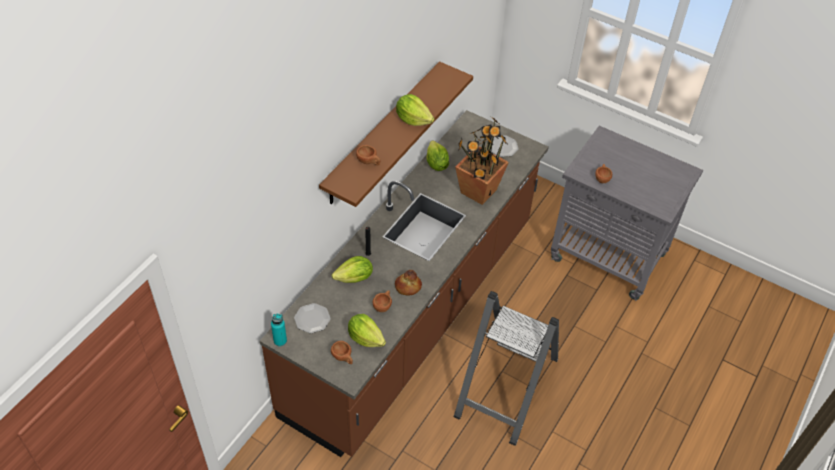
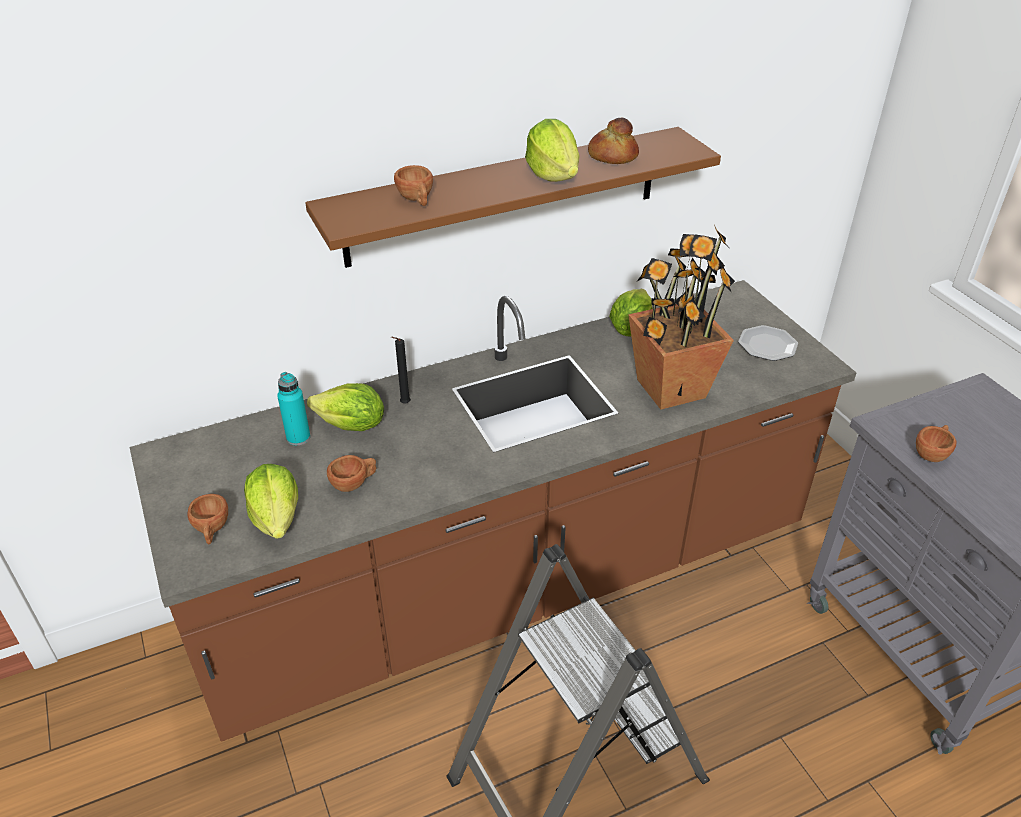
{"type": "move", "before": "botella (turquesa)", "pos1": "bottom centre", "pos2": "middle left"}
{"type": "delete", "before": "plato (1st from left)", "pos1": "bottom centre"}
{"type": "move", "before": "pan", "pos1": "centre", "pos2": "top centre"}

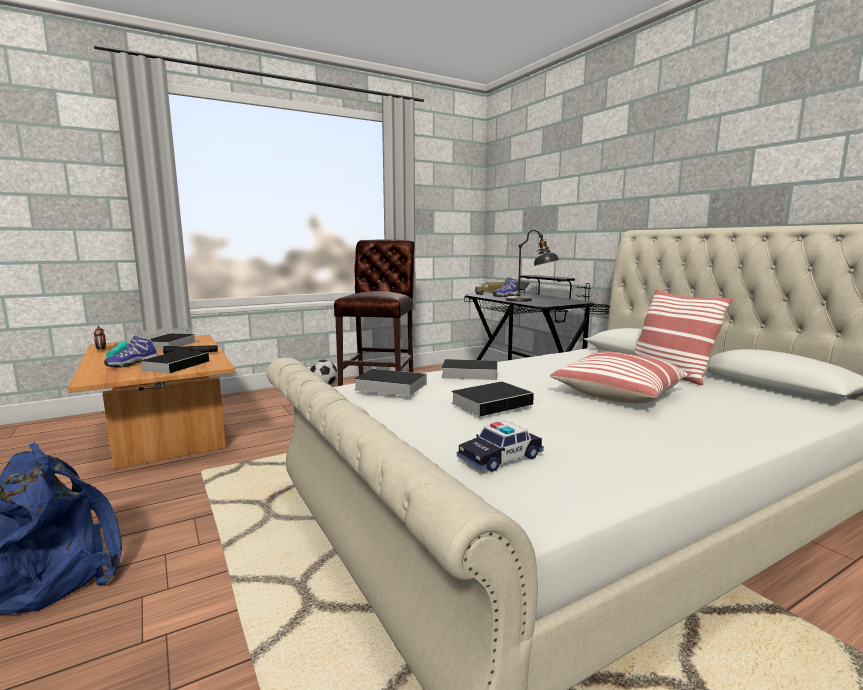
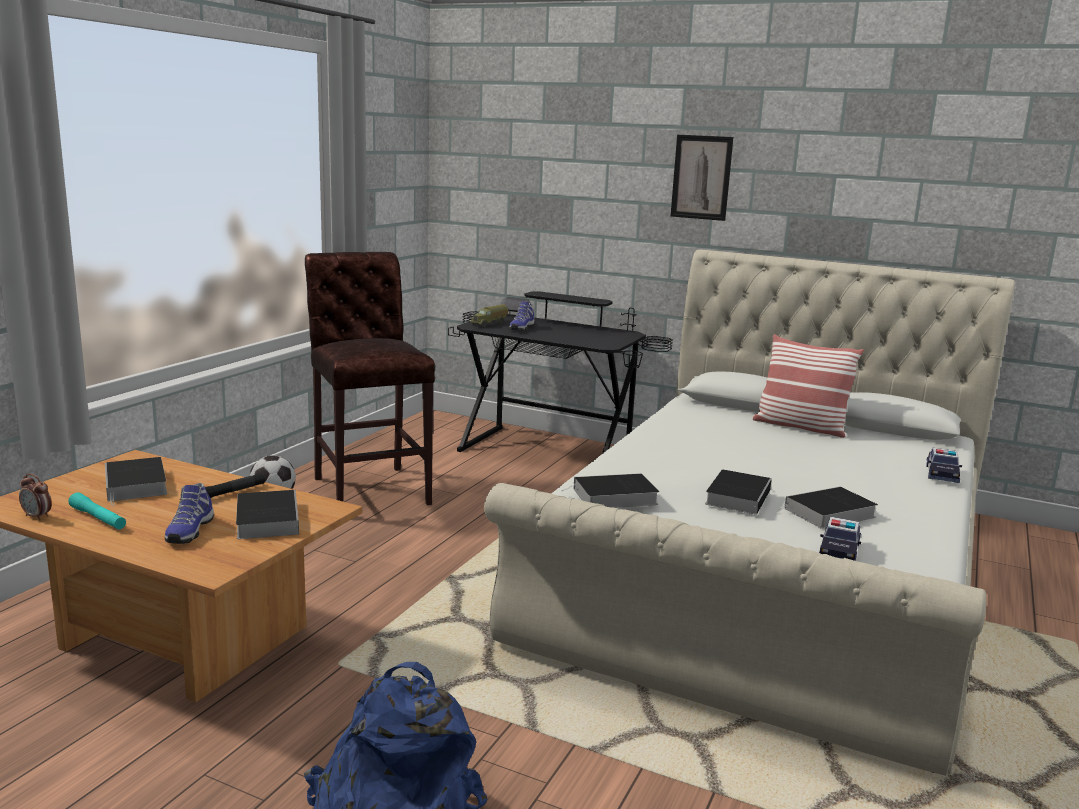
{"type": "move", "before": "libro (4th from left in the first image)", "after": "libro (5th from left)", "pos1": "centre", "pos2": "middle right"}
{"type": "delete", "before": "lámpara de mesa (gris)", "pos1": "centre"}
{"type": "delete", "before": "cojín (1st from left)", "pos1": "middle right"}
{"type": "insert", "after": "cuadro", "pos2": "top centre"}
{"type": "insert", "after": "coche de juguete (2nd from left)", "pos2": "middle right"}

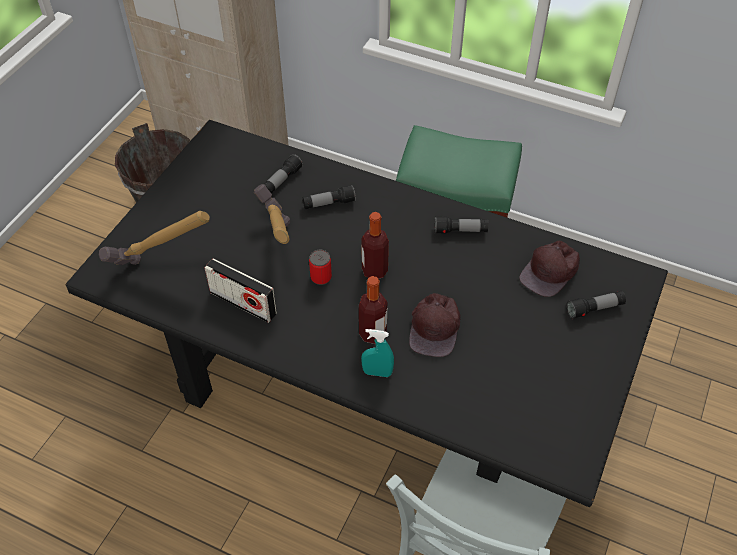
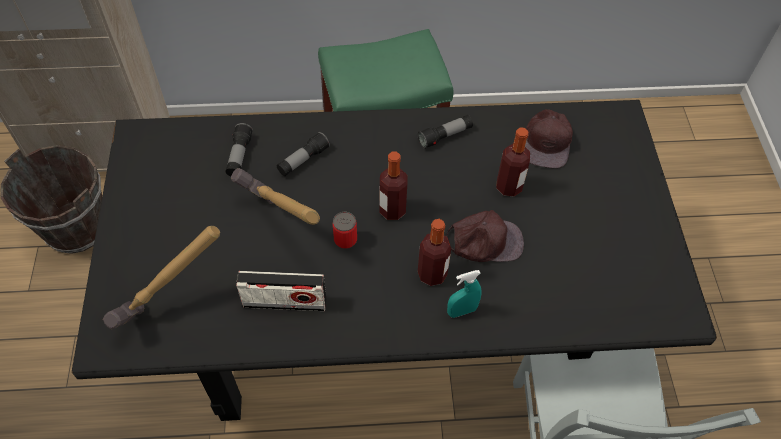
{"type": "rotate", "before": "gorra (marrón) (1st from left)", "pos1": "centre", "pos2": "centre", "turn": -75}
{"type": "delete", "before": "linterna (4th from left)", "pos1": "middle right"}
{"type": "insert", "after": "botella (3rd from left)", "pos2": "centre"}

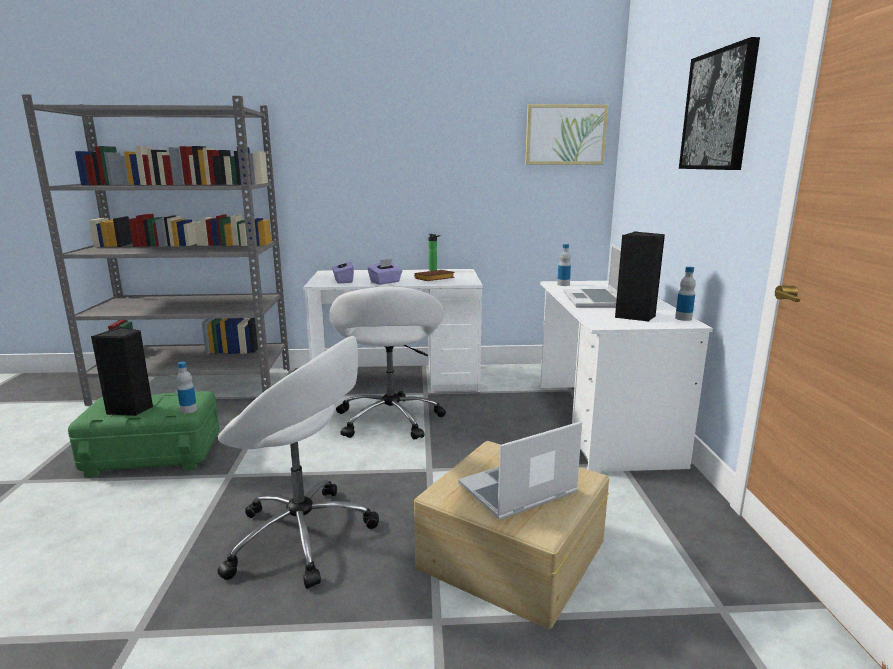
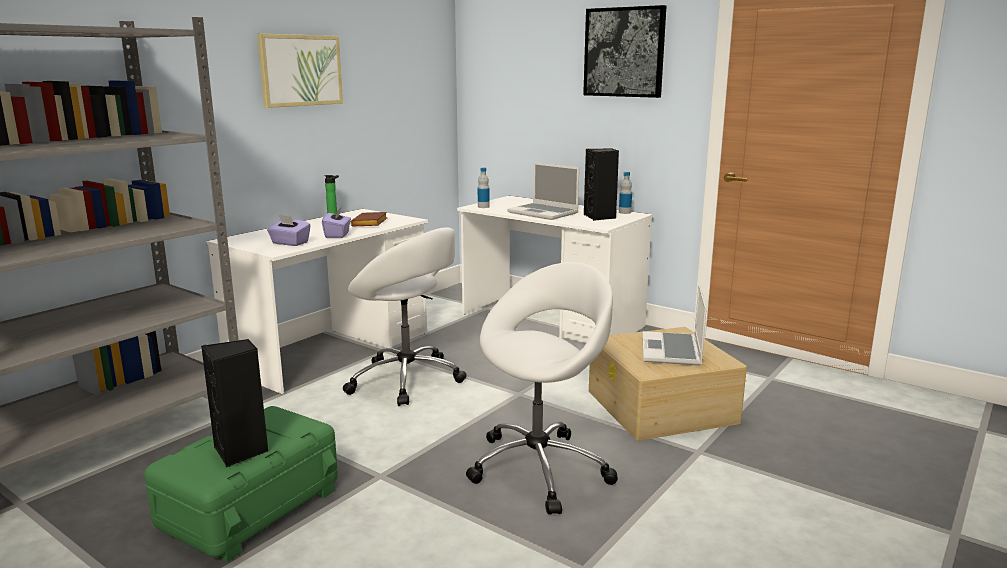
{"type": "delete", "before": "botella (1st from left)", "pos1": "middle left"}
{"type": "move", "before": "cuadro (1st from left)", "pos1": "top centre", "pos2": "top left"}

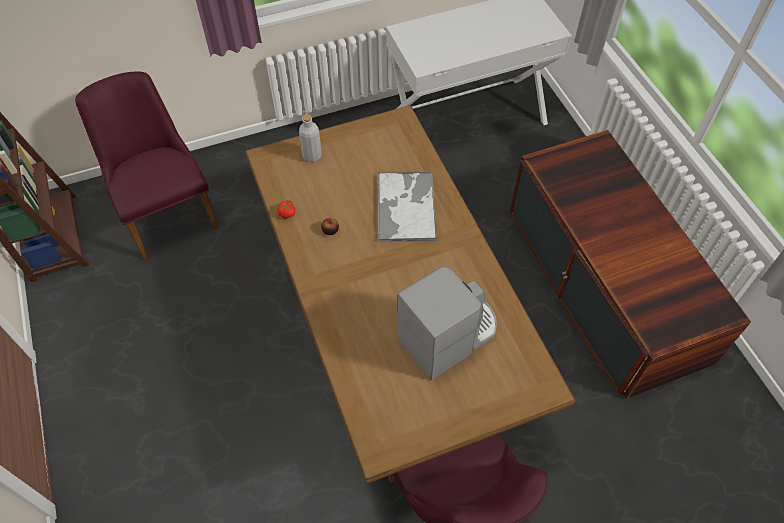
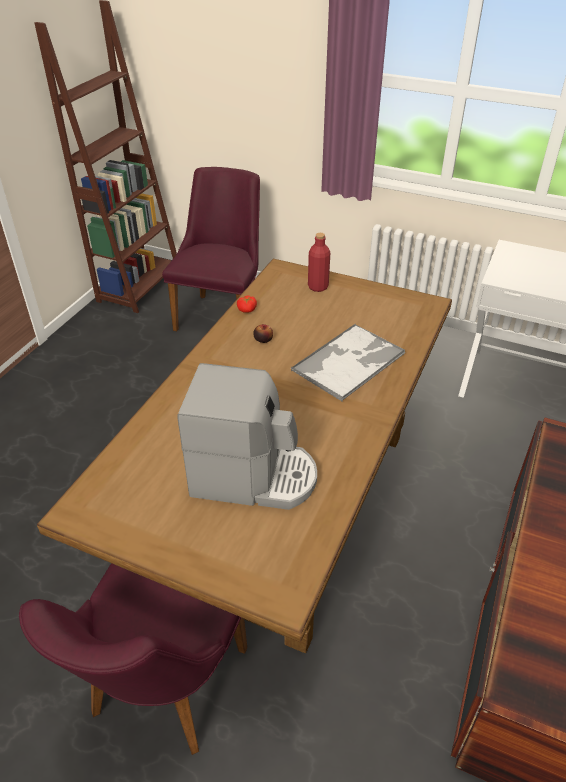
{"type": "recolor", "before": "botella (gris)", "after": "botella (rojo)", "pos1": "top centre", "pos2": "centre"}

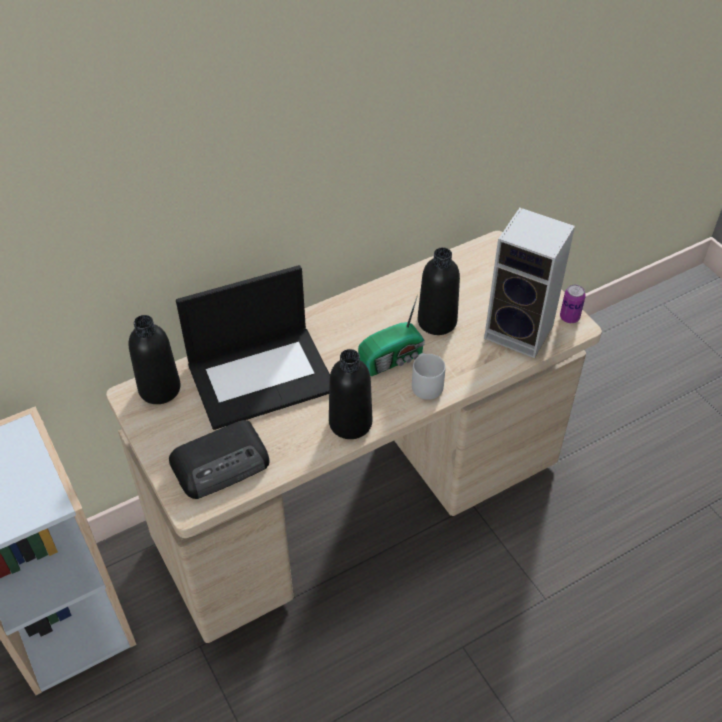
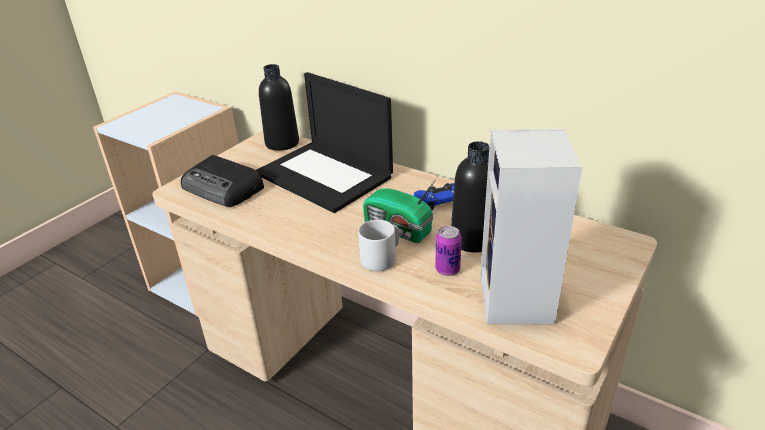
{"type": "delete", "before": "botella (negro) (2nd from left)", "pos1": "centre"}
{"type": "move", "before": "lata", "pos1": "middle right", "pos2": "centre"}
{"type": "insert", "after": "mando de consola (azul)", "pos2": "centre"}

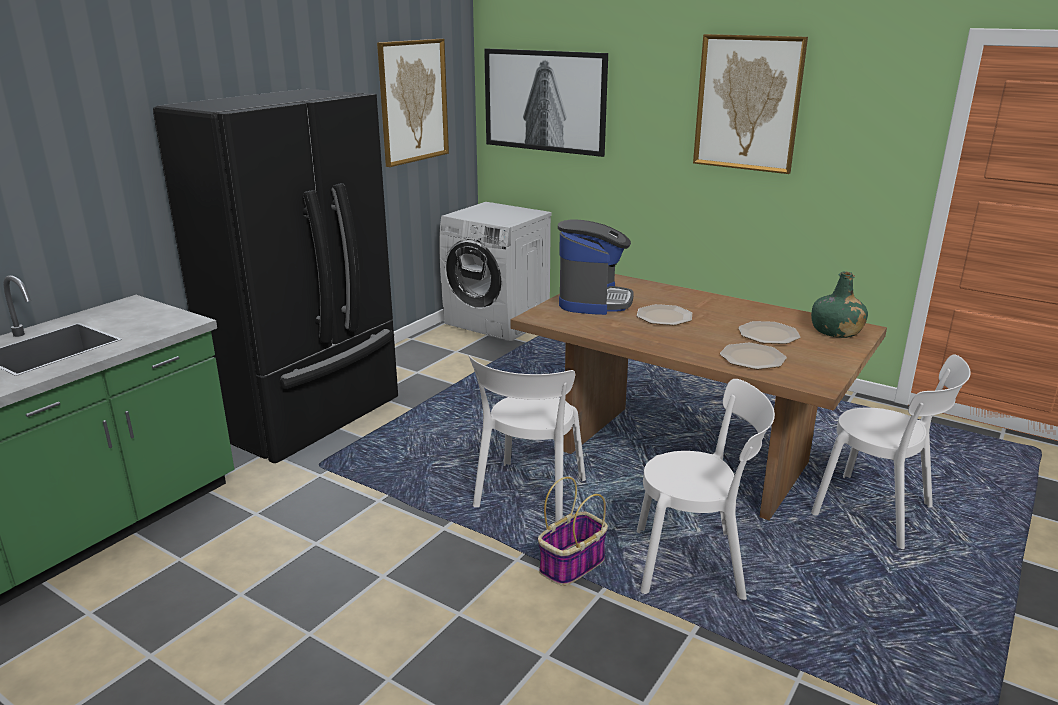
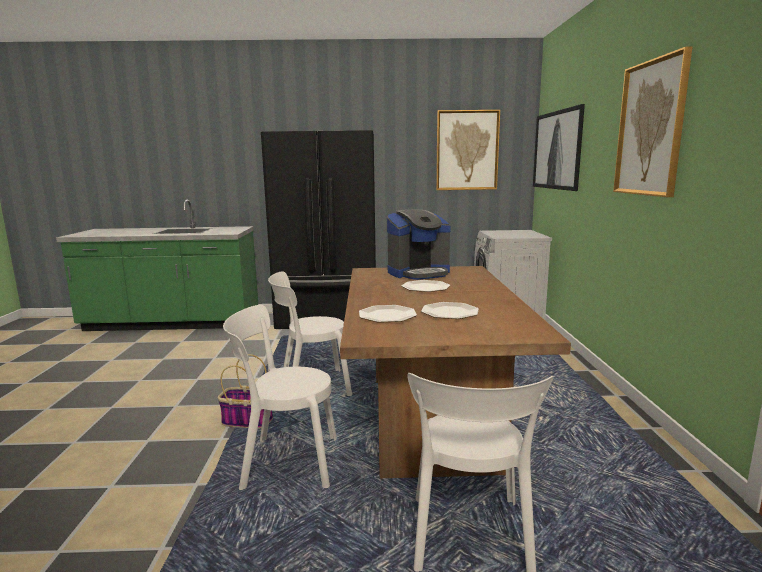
{"type": "rotate", "before": "silla (blanco) (2nd from left in the first image)", "pos1": "bottom right", "pos2": "bottom centre", "turn": 120}
{"type": "delete", "before": "botella (verde)", "pos1": "middle right"}

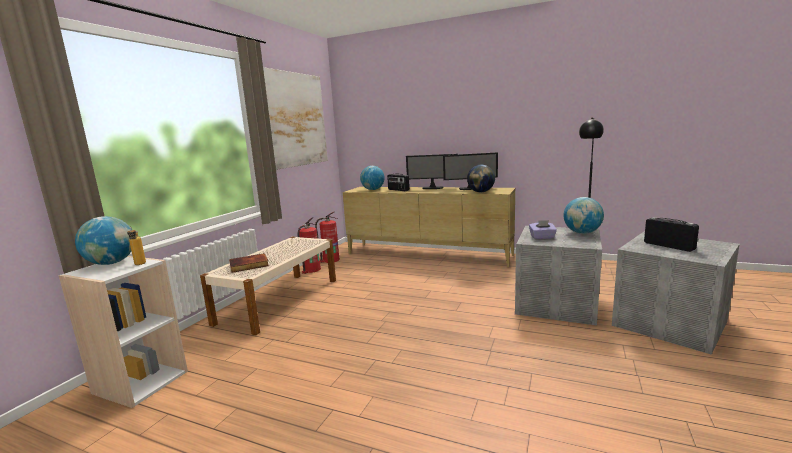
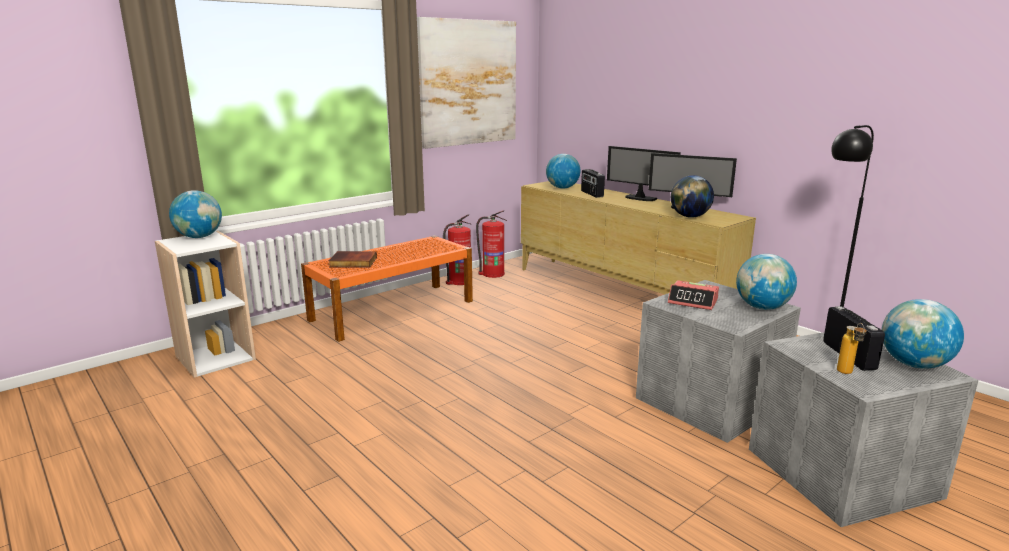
{"type": "move", "before": "botella", "pos1": "middle left", "pos2": "middle right"}
{"type": "recolor", "before": "banco (beis)", "after": "banco (naranja)", "pos1": "centre", "pos2": "centre"}
{"type": "replace", "before": "caja de pañuelos (morado)", "after": "despertador", "pos1": "middle right", "pos2": "middle right"}
{"type": "insert", "after": "globo terráqueo (5th from left)", "pos2": "middle right"}

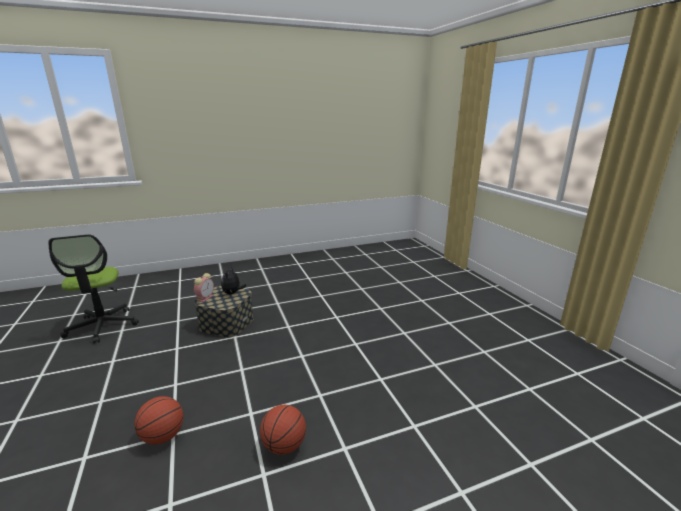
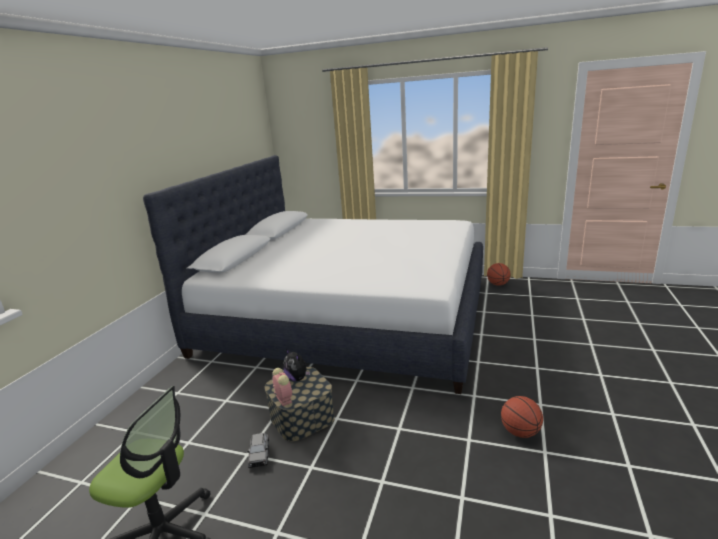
{"type": "move", "before": "balón de baloncesto (1st from left)", "pos1": "bottom left", "pos2": "middle right"}
{"type": "insert", "after": "cama (blanco)", "pos2": "centre"}
{"type": "insert", "after": "coche de juguete (gris)", "pos2": "bottom centre"}

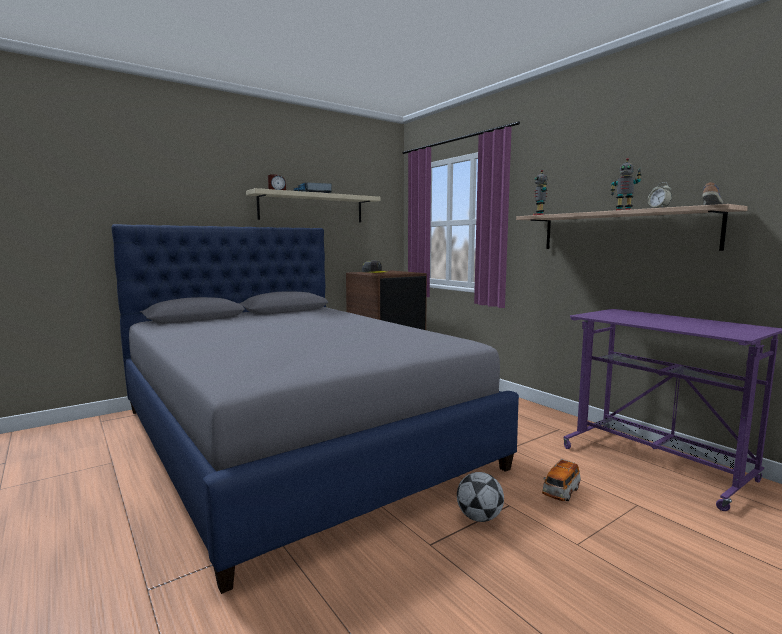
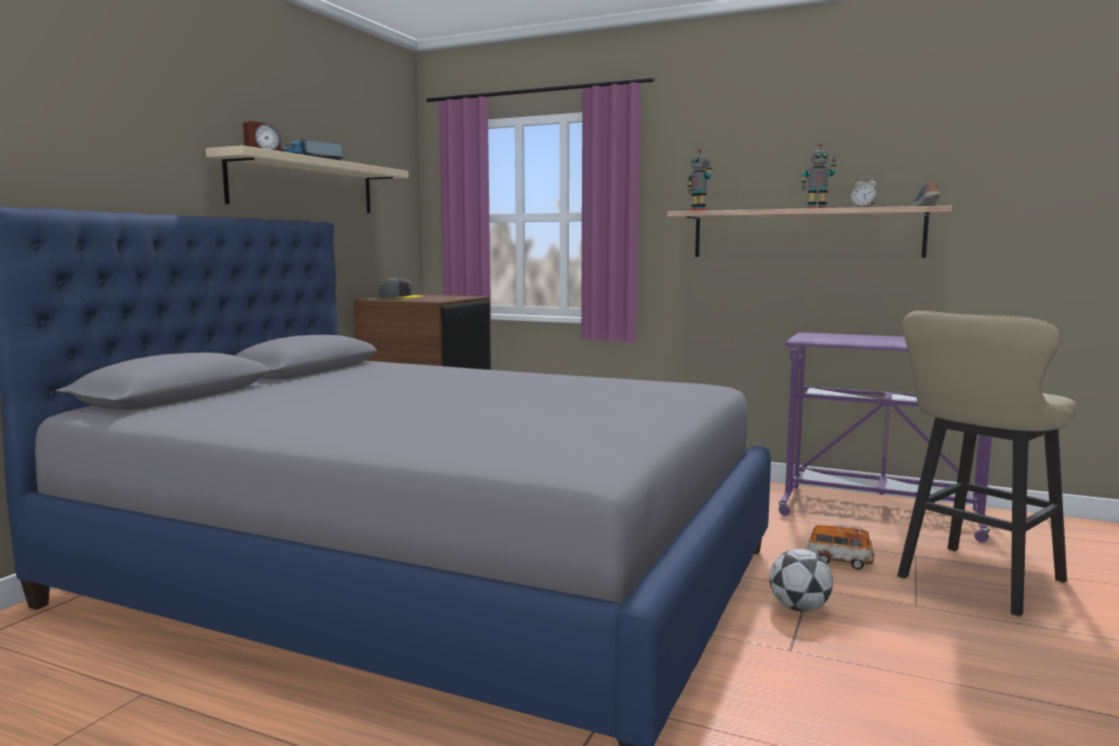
{"type": "rotate", "before": "coche de juguete", "pos1": "bottom right", "pos2": "bottom right", "turn": 105}
{"type": "insert", "after": "taburete (beis)", "pos2": "middle right"}

